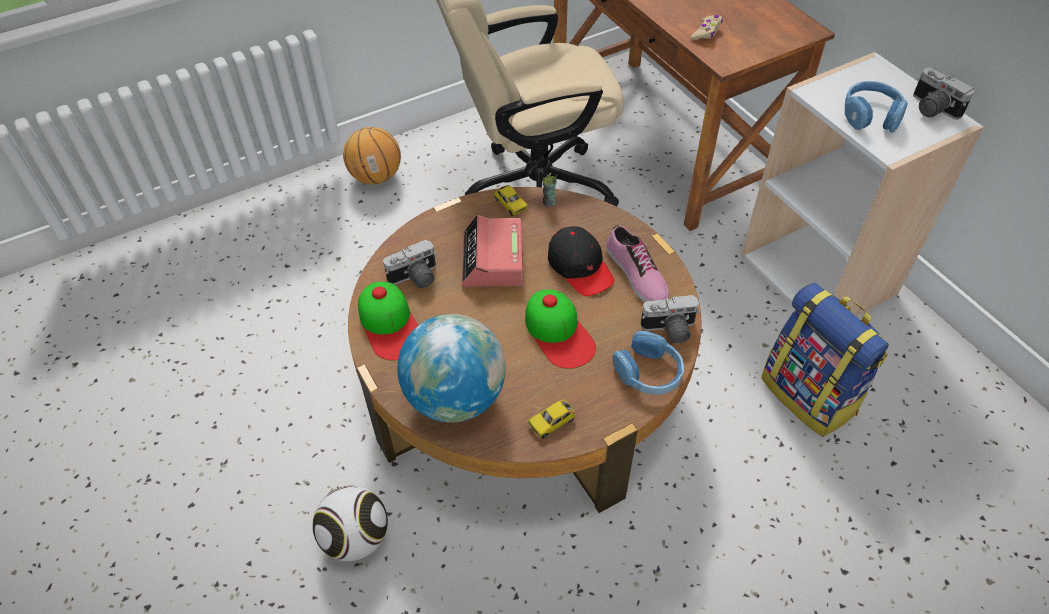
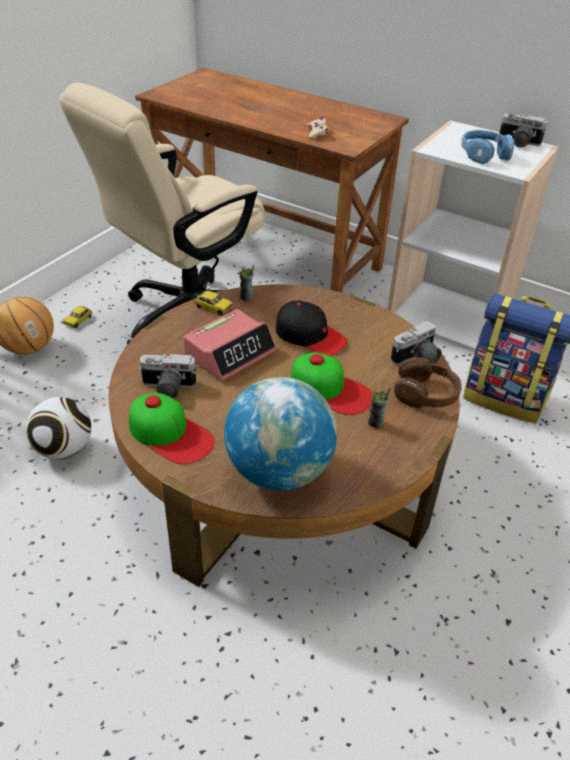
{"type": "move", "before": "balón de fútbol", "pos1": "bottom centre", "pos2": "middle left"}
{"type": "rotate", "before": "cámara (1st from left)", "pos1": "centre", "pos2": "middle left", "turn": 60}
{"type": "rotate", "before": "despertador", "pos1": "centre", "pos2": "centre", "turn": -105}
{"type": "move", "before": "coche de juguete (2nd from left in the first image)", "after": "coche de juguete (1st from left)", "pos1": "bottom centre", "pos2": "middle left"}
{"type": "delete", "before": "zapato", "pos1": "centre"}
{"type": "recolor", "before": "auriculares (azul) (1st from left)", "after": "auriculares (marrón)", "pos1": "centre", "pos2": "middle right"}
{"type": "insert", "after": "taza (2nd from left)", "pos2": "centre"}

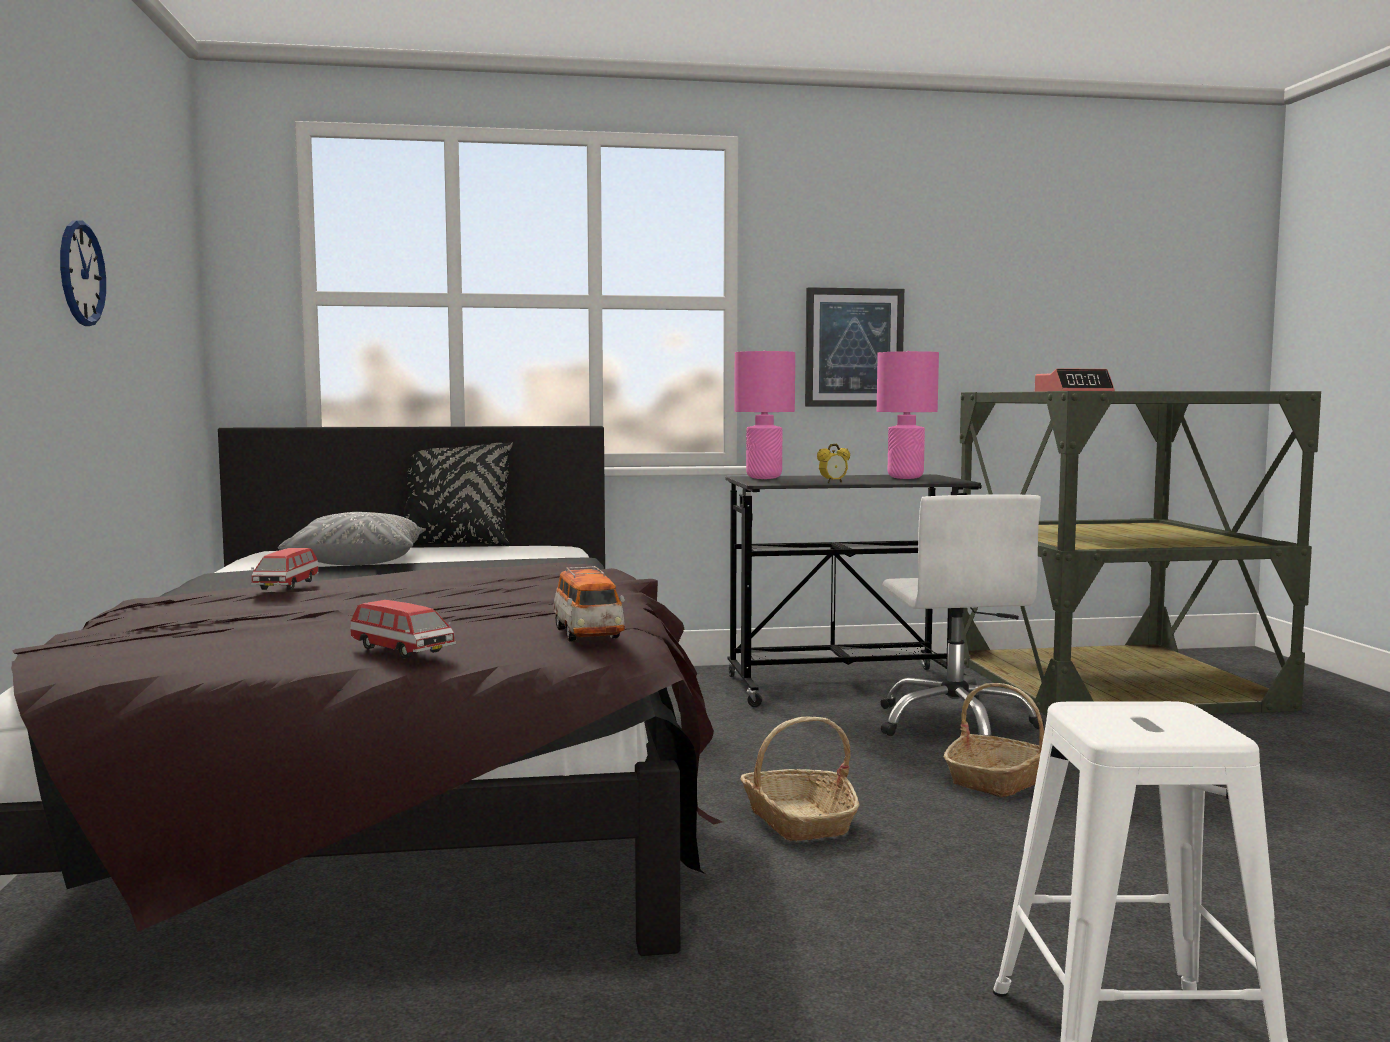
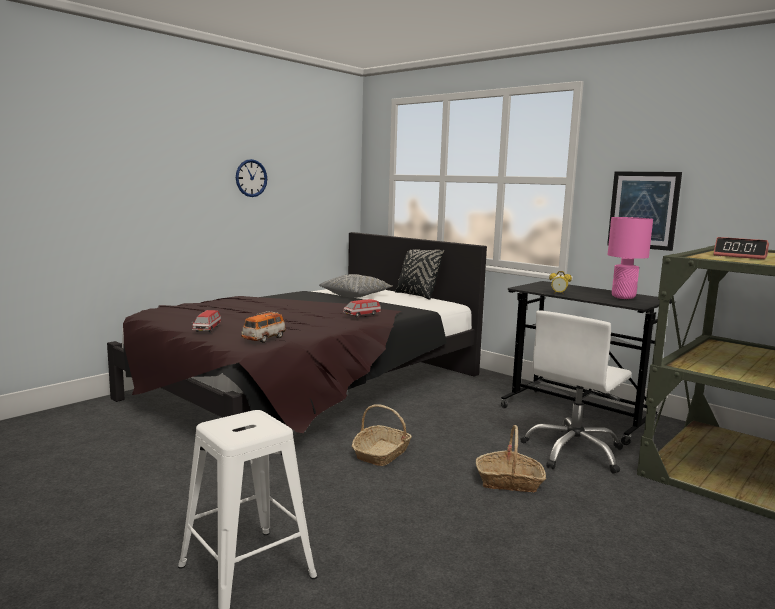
{"type": "move", "before": "coche de juguete (1st from left in the first image)", "after": "coche de juguete (3rd from left)", "pos1": "middle left", "pos2": "centre"}
{"type": "delete", "before": "lámpara de mesa (rosa) (1st from left)", "pos1": "centre"}

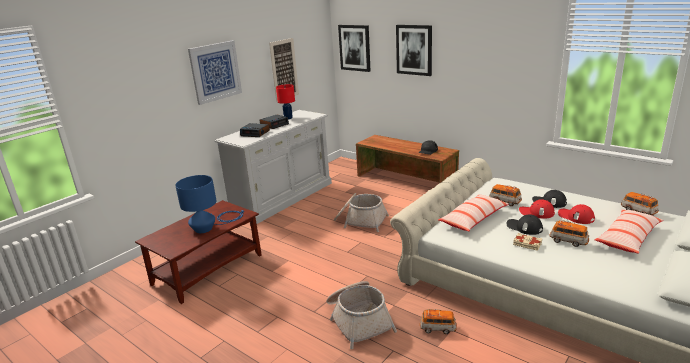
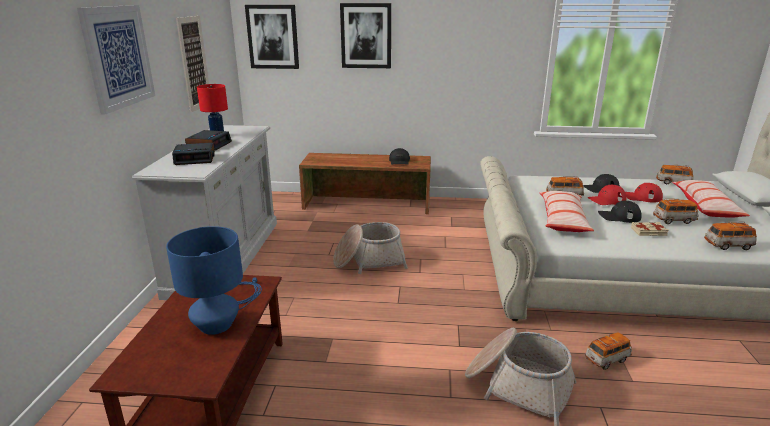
{"type": "insert", "after": "coche de juguete (5th from left)", "pos2": "middle right"}

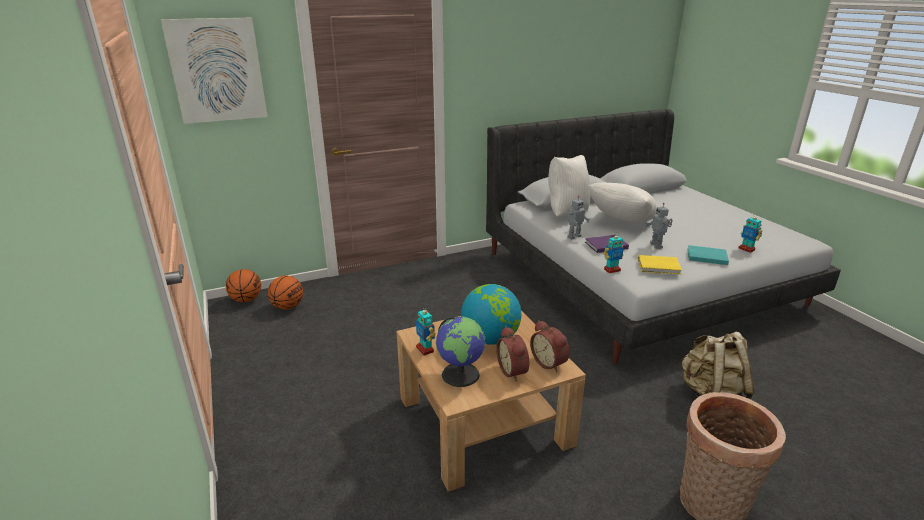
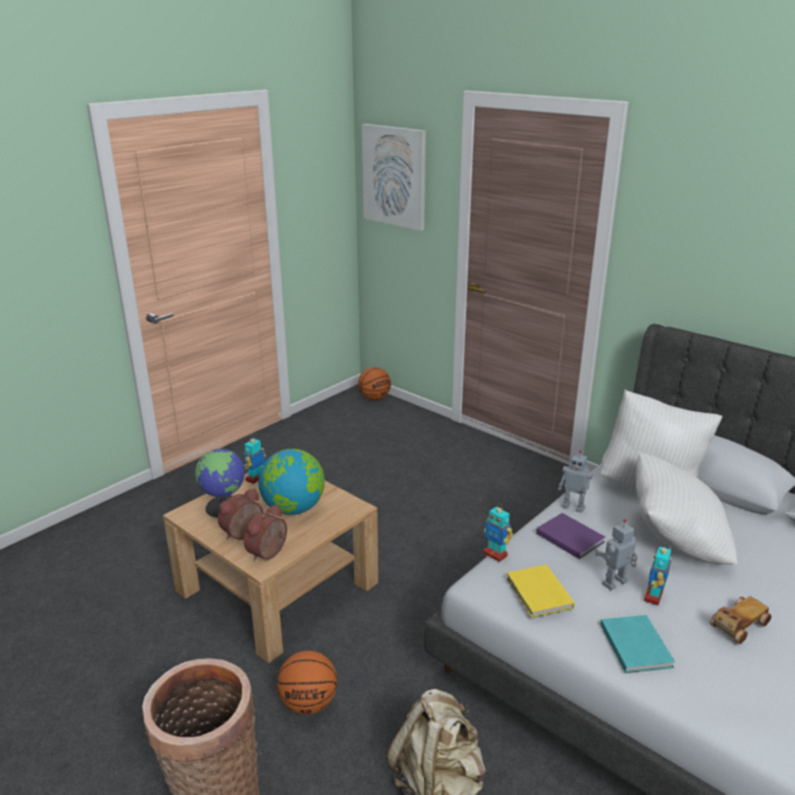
{"type": "move", "before": "balón de baloncesto (2nd from left in the first image)", "after": "balón de baloncesto (1st from left)", "pos1": "middle left", "pos2": "bottom centre"}
{"type": "move", "before": "robot de juguete (5th from left)", "pos1": "middle right", "pos2": "bottom right"}
{"type": "insert", "after": "coche de juguete", "pos2": "bottom right"}

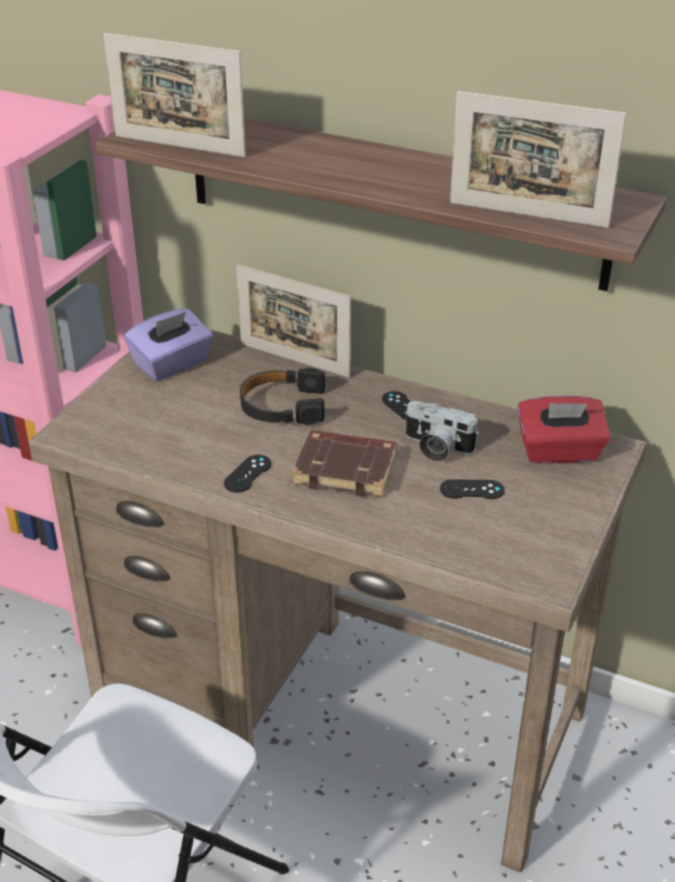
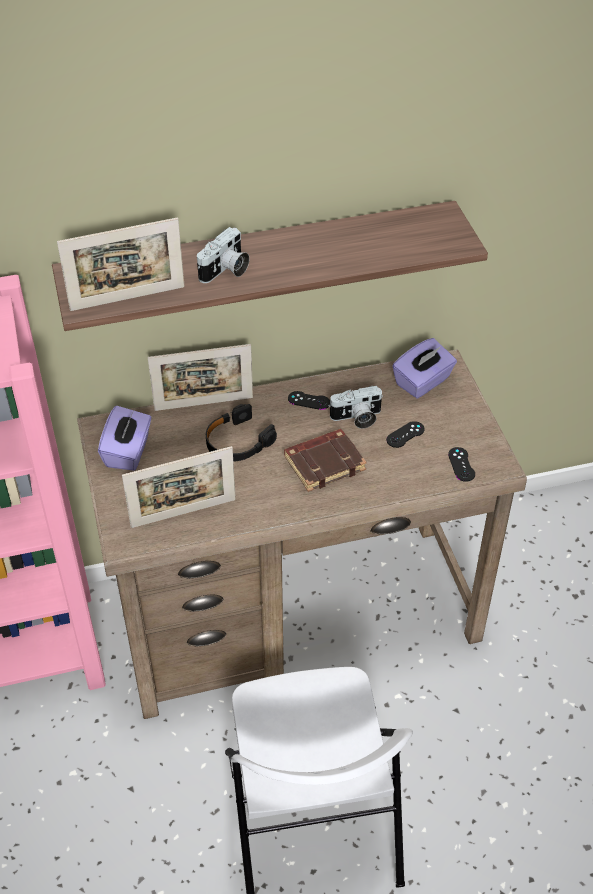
{"type": "move", "before": "mando de consola (negro) (1st from left in the first image)", "after": "mando de consola (negro) (3rd from left)", "pos1": "centre", "pos2": "middle right"}
{"type": "move", "before": "portarretratos (3rd from left in the first image)", "after": "portarretratos (2nd from left)", "pos1": "top right", "pos2": "middle left"}
{"type": "recolor", "before": "caja de pañuelos (rojo)", "after": "caja de pañuelos (morado) (2nd from left)", "pos1": "middle right", "pos2": "middle right"}
{"type": "insert", "after": "cámara (1st from left)", "pos2": "top centre"}

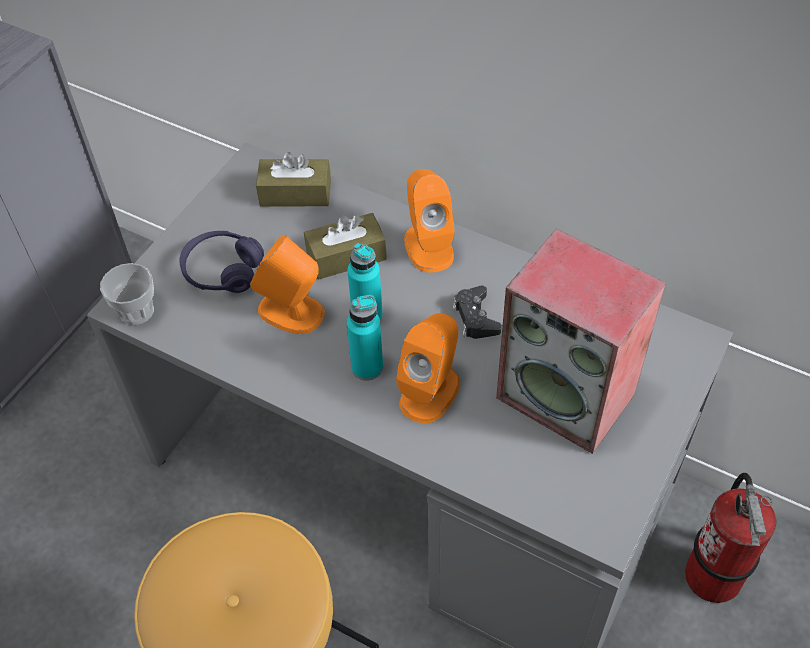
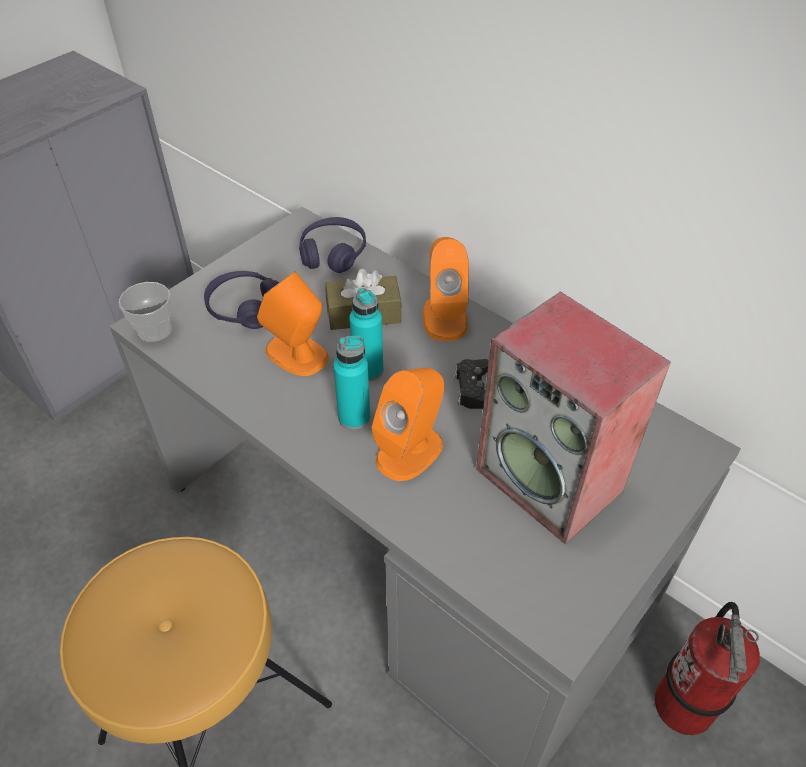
{"type": "replace", "before": "caja de pañuelos (marrón) (1st from left)", "after": "auriculares (morado) (2nd from left)", "pos1": "top centre", "pos2": "top centre"}

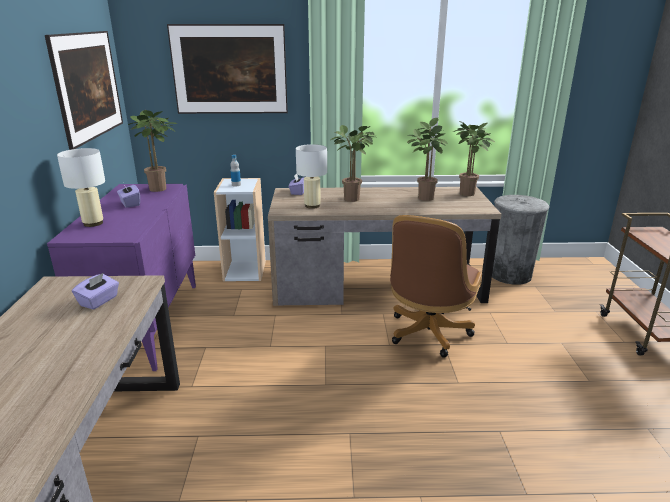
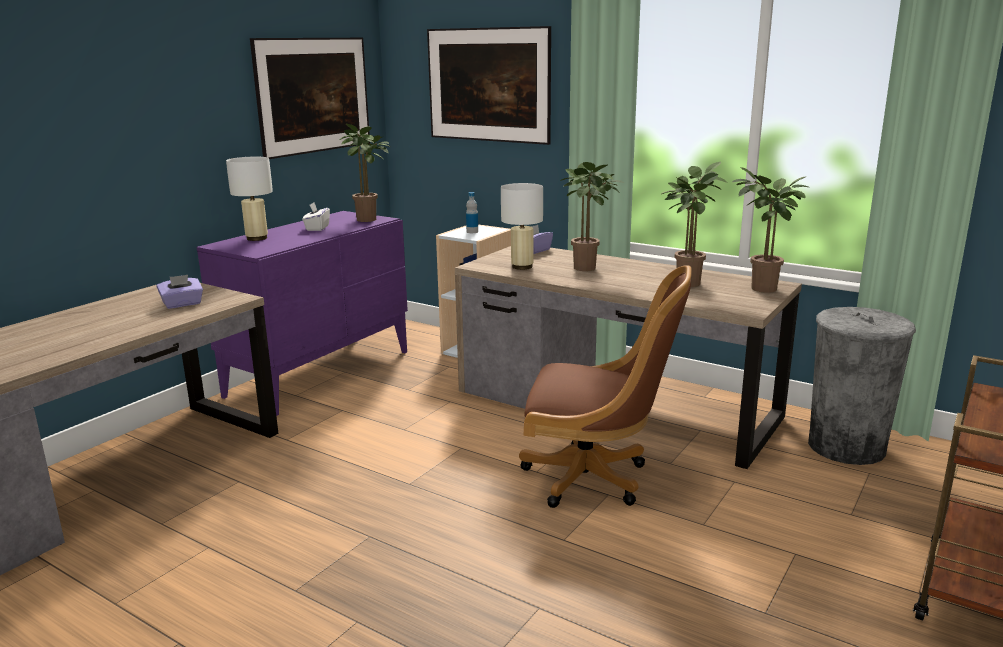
{"type": "recolor", "before": "caja de pañuelos (morado) (2nd from left)", "after": "caja de pañuelos (blanco)", "pos1": "middle left", "pos2": "middle left"}
{"type": "rotate", "before": "silla de oficina (marrón)", "pos1": "centre", "pos2": "centre", "turn": -135}

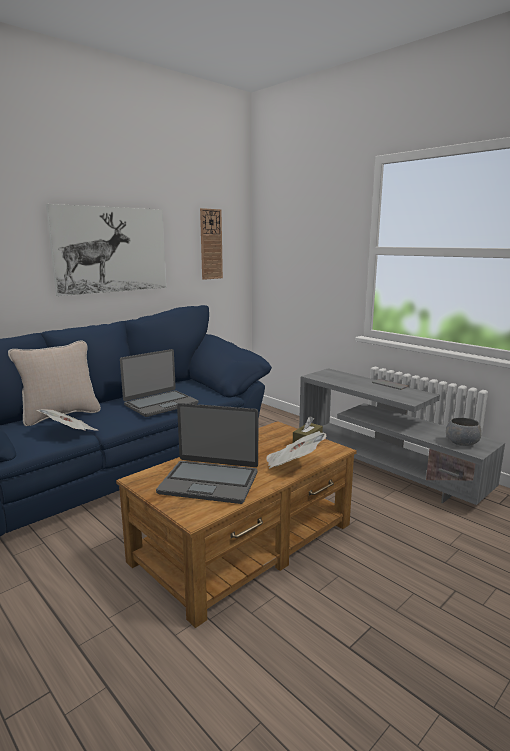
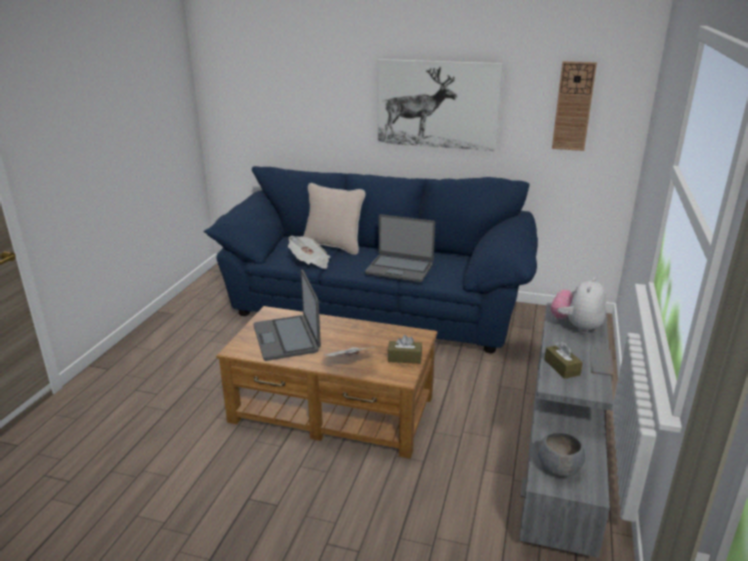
{"type": "insert", "after": "caja de pañuelos (marrón) (2nd from left)", "pos2": "middle right"}
{"type": "insert", "after": "peluche", "pos2": "middle right"}

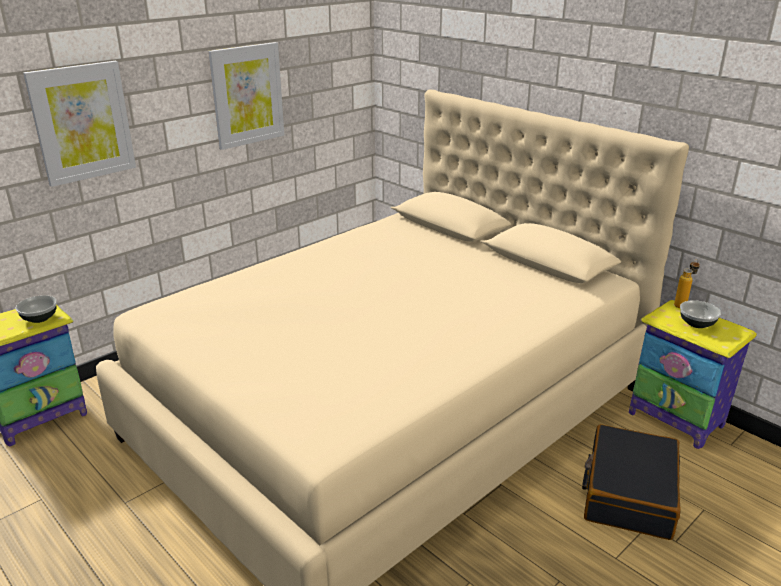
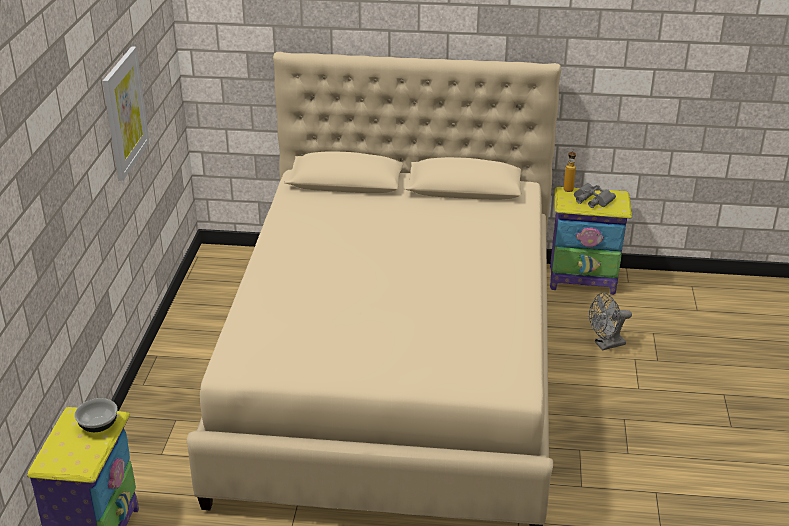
{"type": "delete", "before": "cuadro (1st from left)", "pos1": "top left"}
{"type": "replace", "before": "maleta (negro)", "after": "ventilador (gris)", "pos1": "bottom right", "pos2": "middle right"}
{"type": "replace", "before": "cuenco (2nd from left)", "after": "prismáticos (gris)", "pos1": "middle right", "pos2": "middle right"}

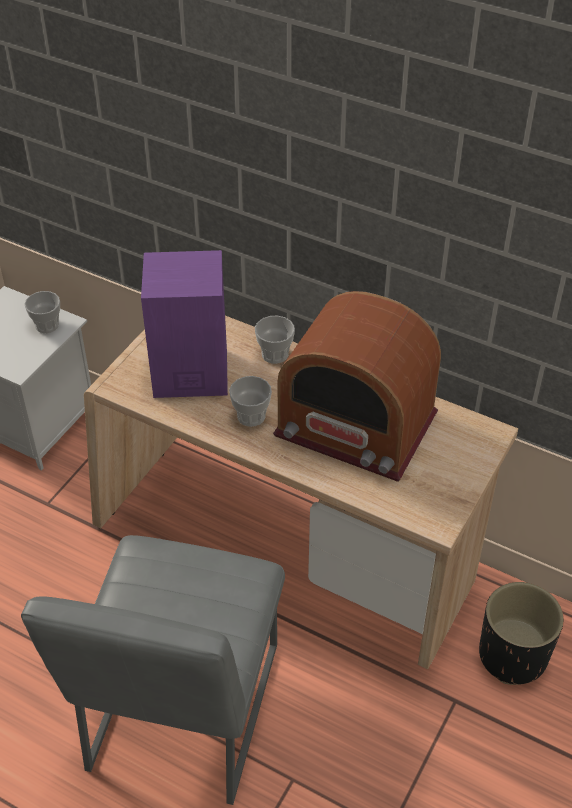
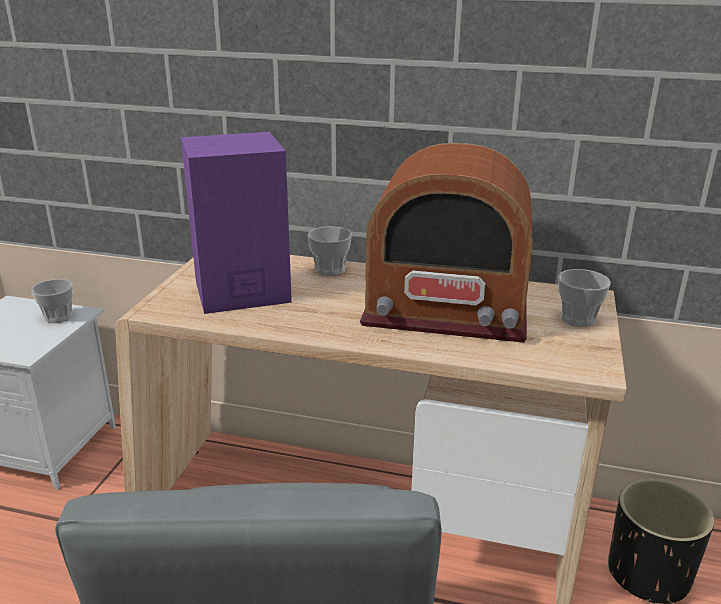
{"type": "move", "before": "taza (2nd from left in the first image)", "after": "taza (3rd from left)", "pos1": "centre", "pos2": "middle right"}

